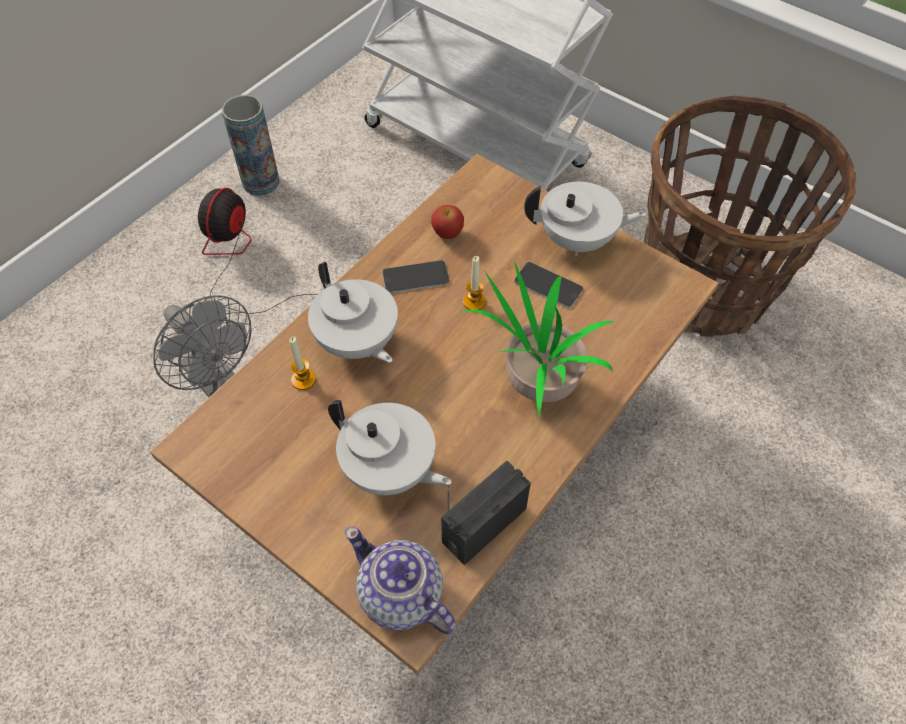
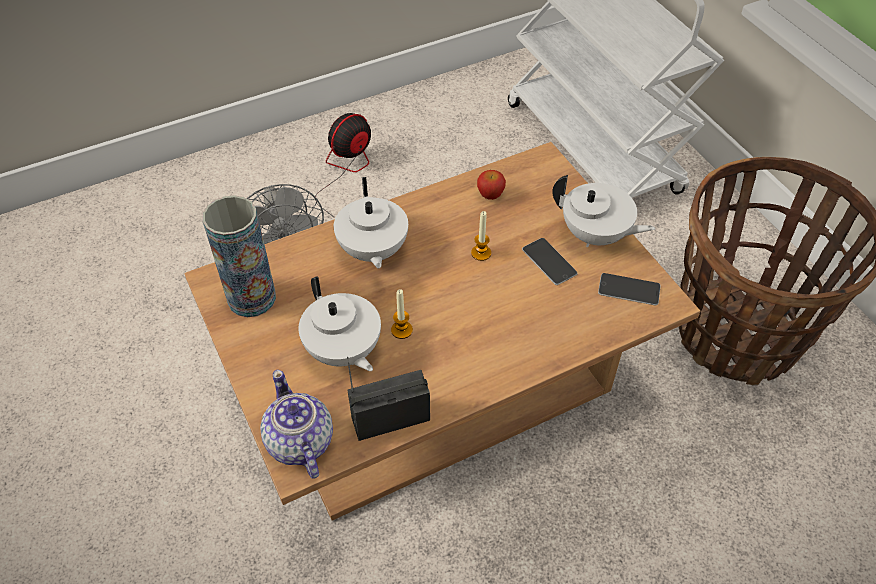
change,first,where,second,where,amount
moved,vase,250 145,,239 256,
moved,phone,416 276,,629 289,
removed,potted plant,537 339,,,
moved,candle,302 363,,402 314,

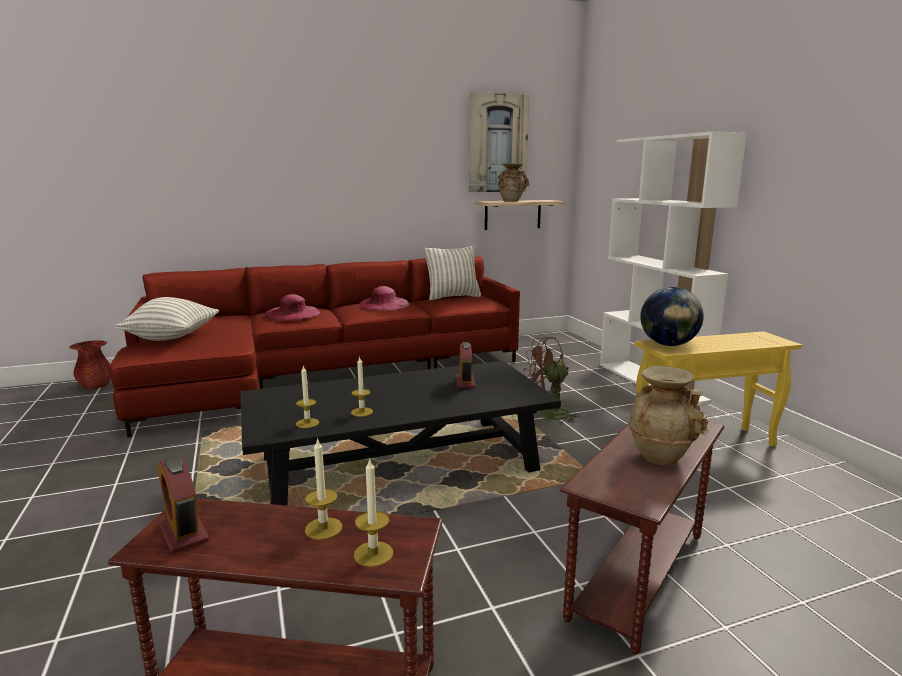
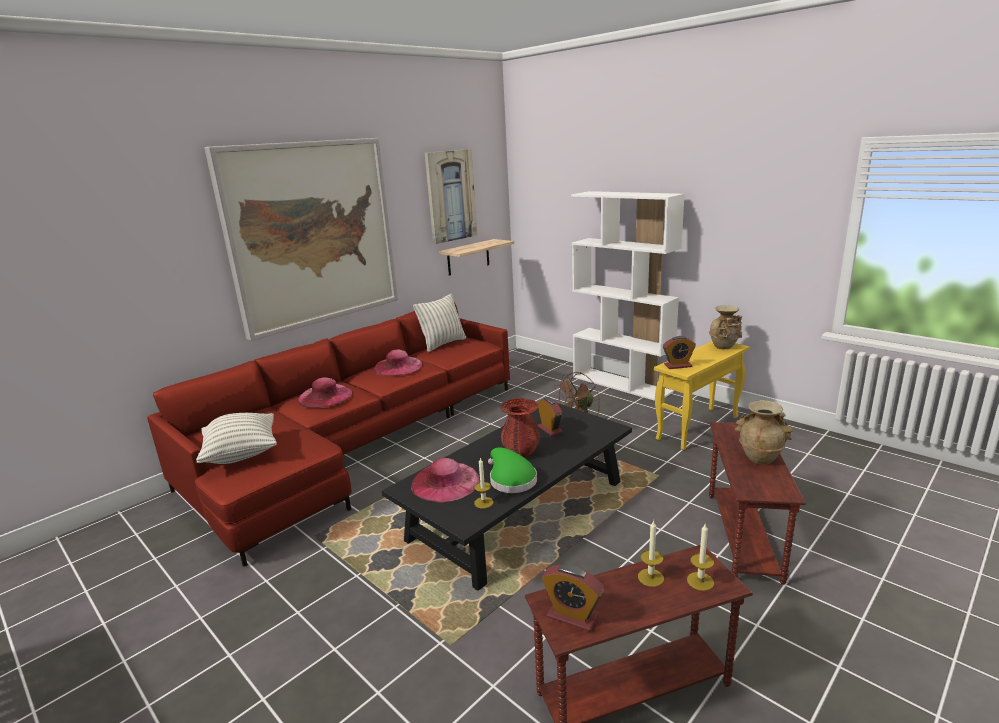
change,first,where,second,where,amount
moved,vase in beige,513 182,,726 327,
replaced,globe,672 316,alarm clock,679 352,
moved,vase in red,90 364,,520 427,
replaced,candle,362 386,hat in green,512 470,
added,,,picture,301 239,
added,,,hat in pink,445 480,

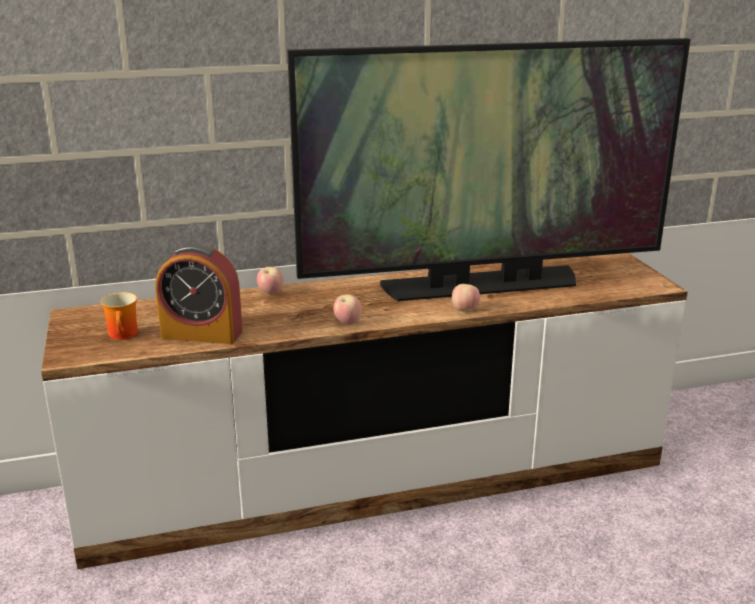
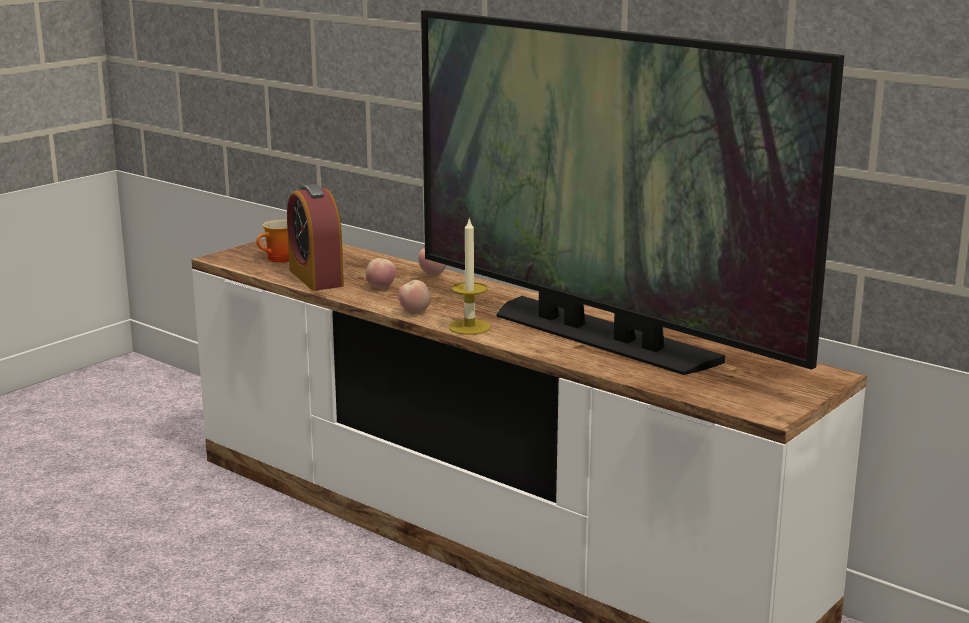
change,first,where,second,where,amount
moved,apple,466 297,,381 273,
added,,,candle,470 276,

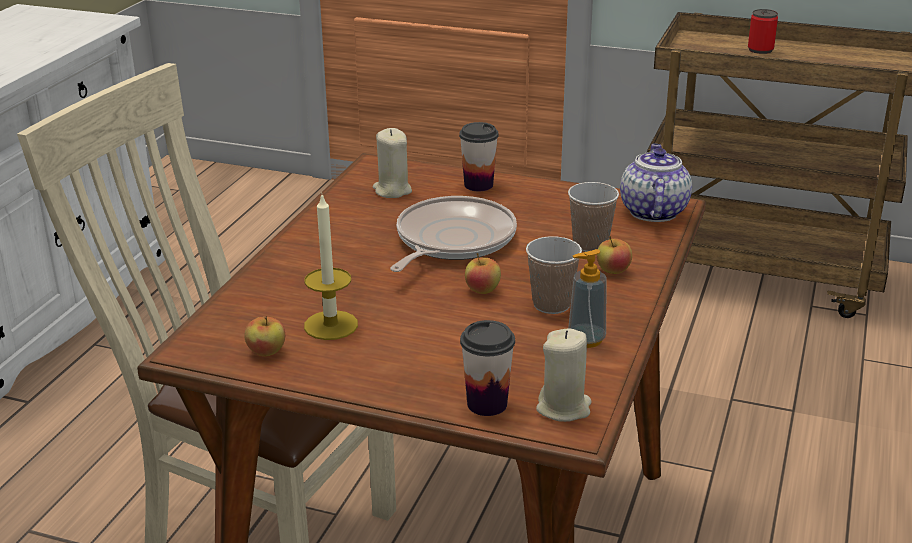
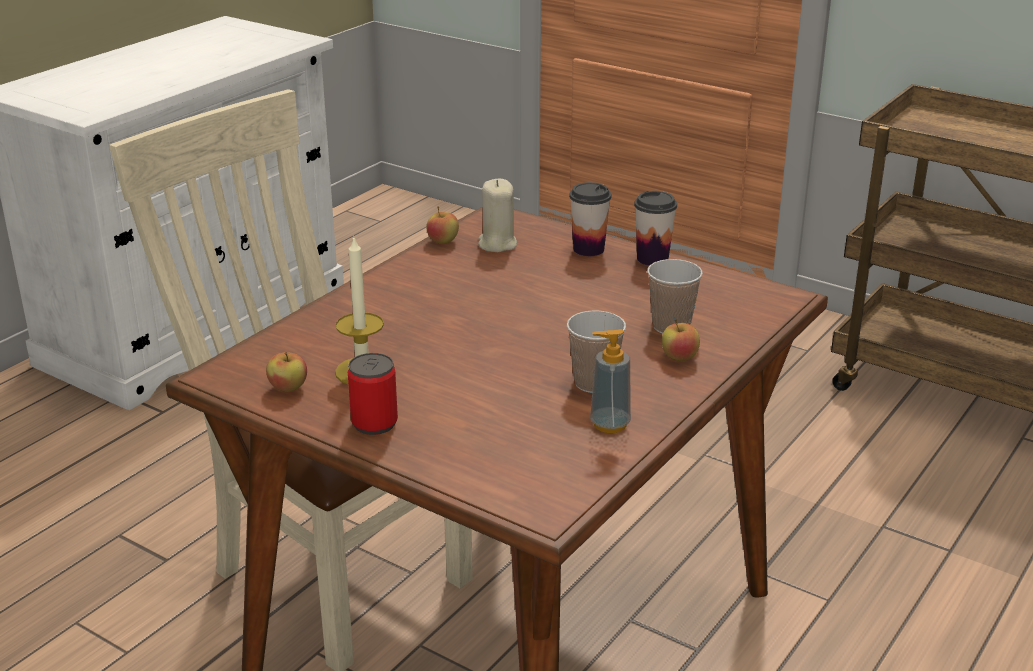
change,first,where,second,where,amount
moved,can,763 31,,373 394,
removed,teapot,656 182,,,
removed,frying pan,453 234,,,
moved,apple,483 273,,442 225,
moved,cup,487 368,,655 228,
removed,candle in beige,564 375,,,

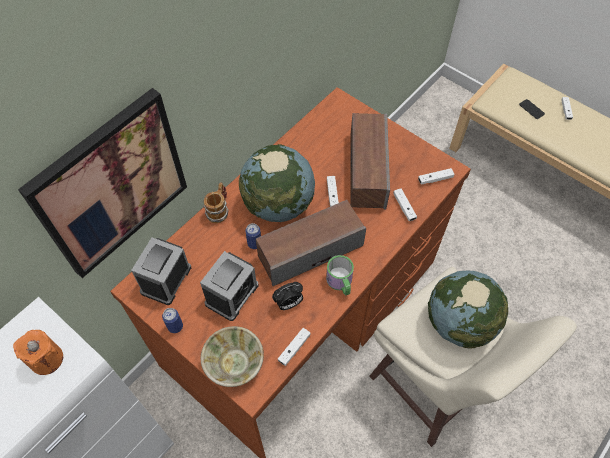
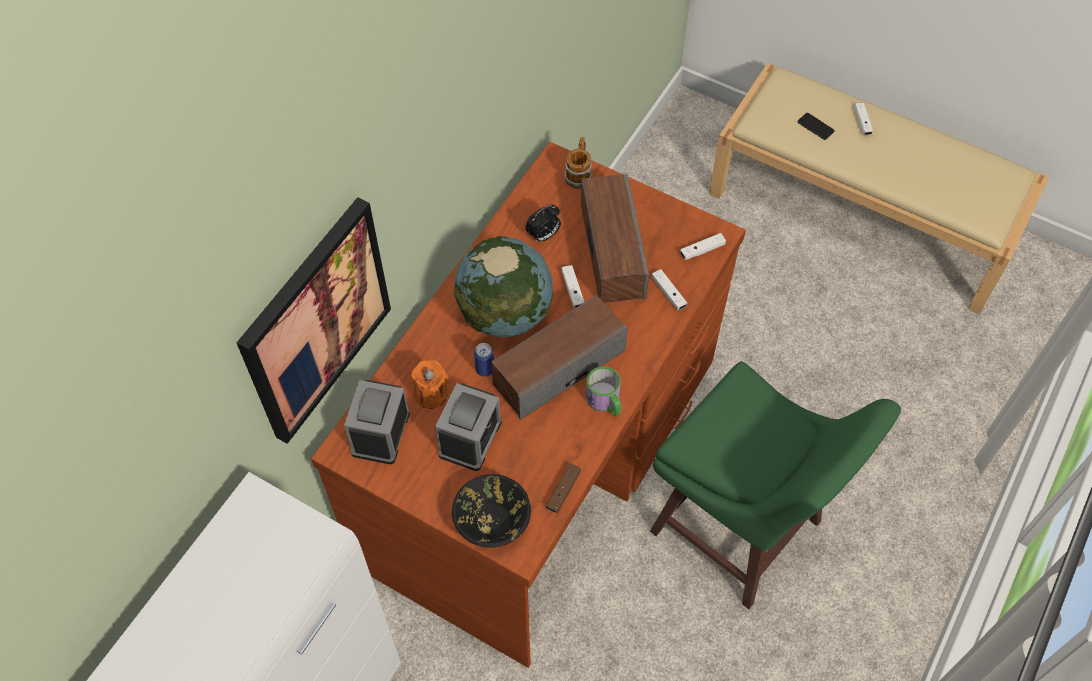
change,first,where,second,where,amount
moved,mug,216 202,,578 163,
recoloured,stool in beige,473 357,stool in green,775 485,
removed,globe,468 310,,,
moved,alarm clock,287 296,,543 223,
removed,can,172 320,,,
recoloured,bowl in beige,232 356,bowl in black,491 511,
recoloured,game controller in white,294 347,game controller in brown,563 488,
moved,candle in orange,38 352,,430 384,

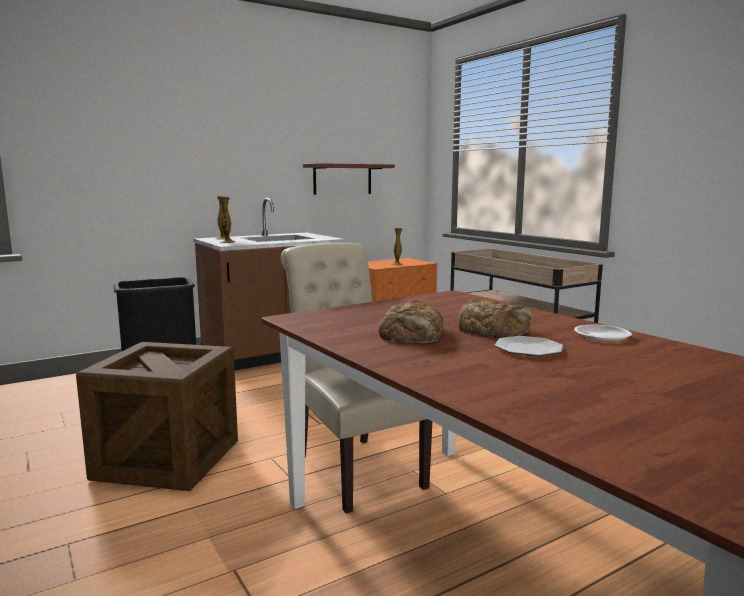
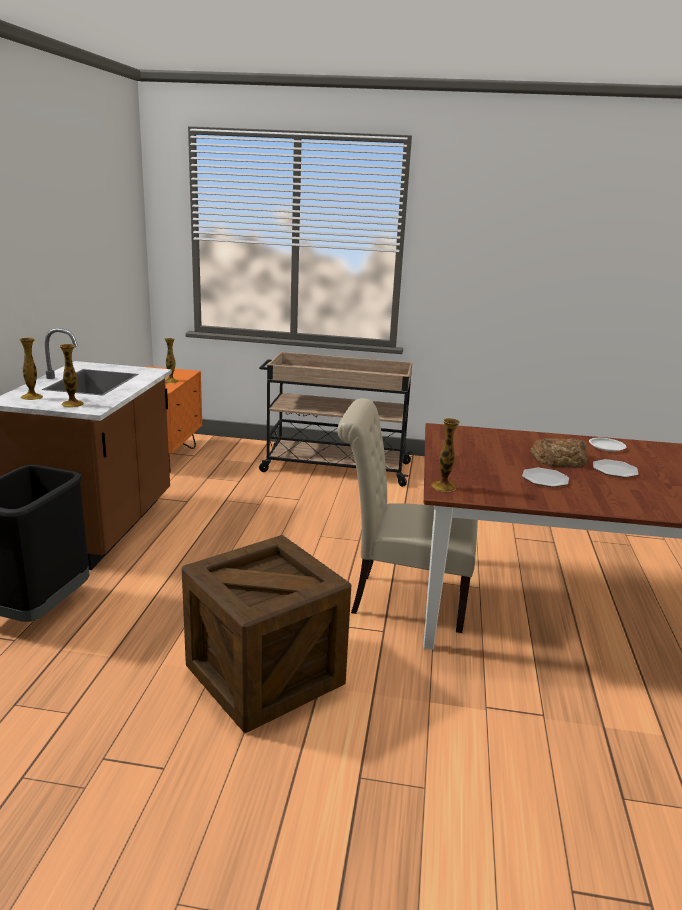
change,first,where,second,where,amount
removed,shelf in brown,349 179,,,
replaced,bread,411 321,plate,545 477,
added,,,vase,446 455,

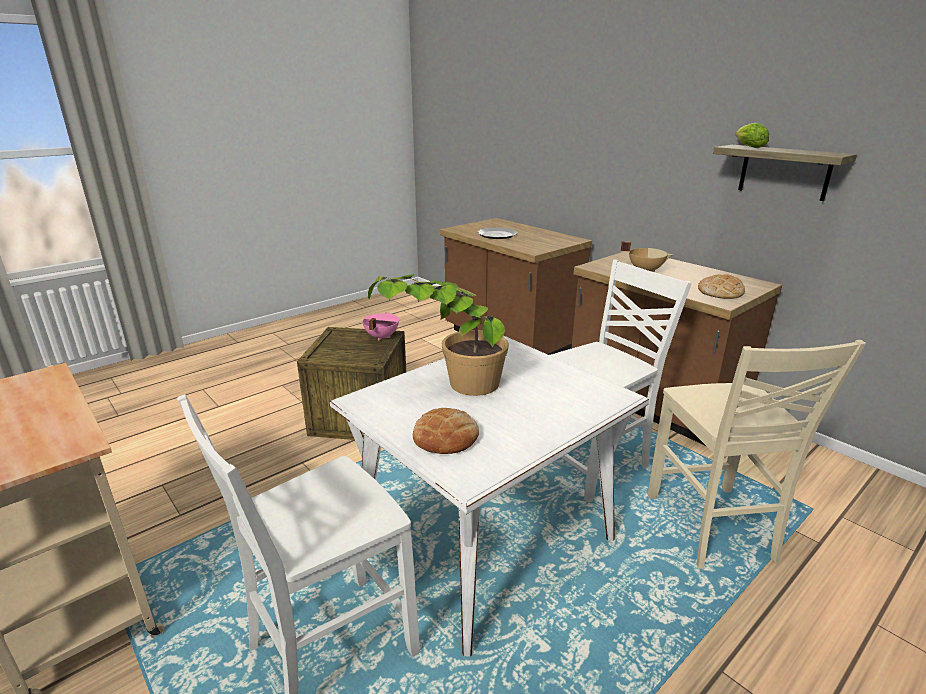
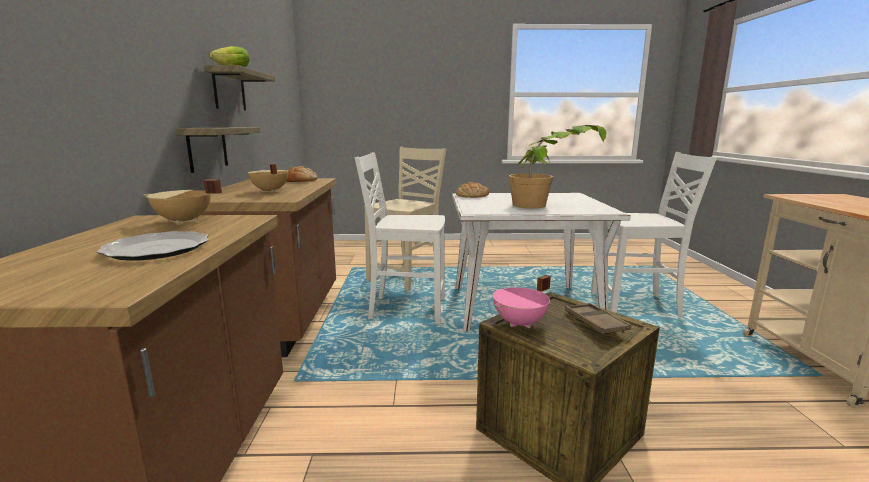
change,first,where,second,where,amount
moved,bread,446 431,,472 190,
added,,,shelf,218 150,
added,,,cooking pot in beige,182 202,
added,,,tray in brown,598 319,

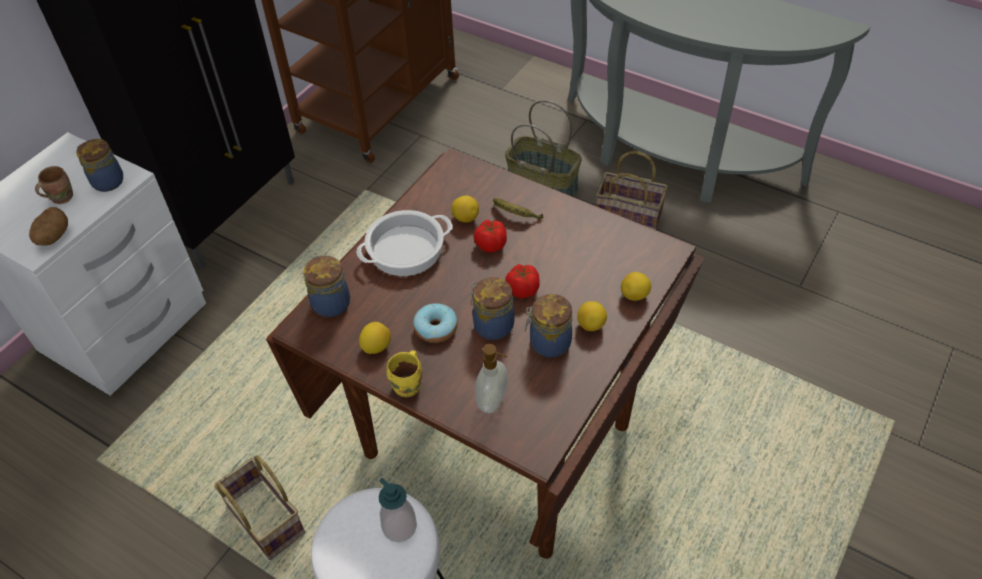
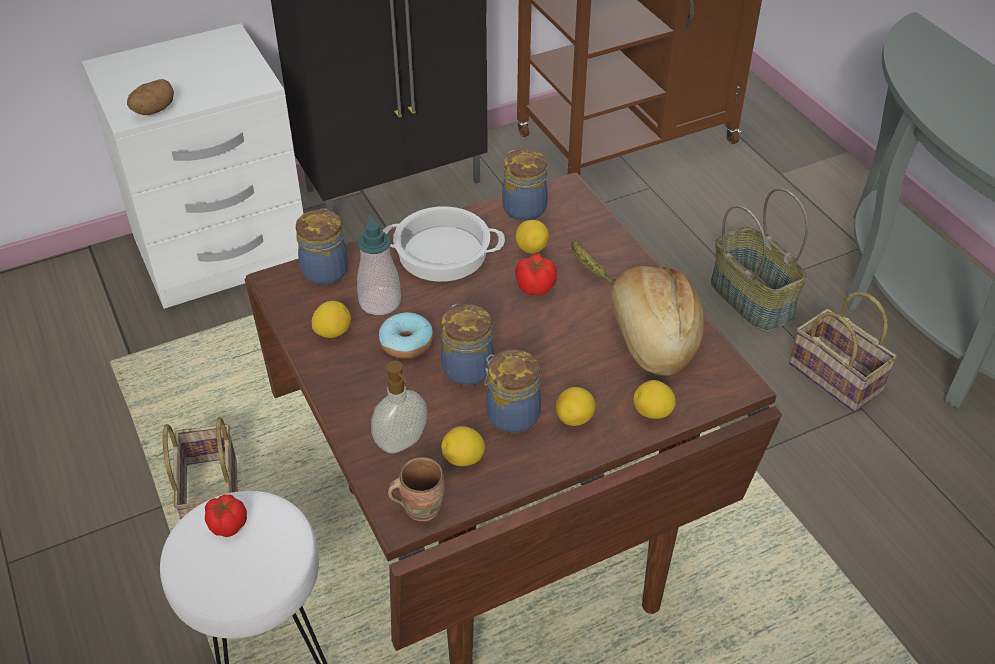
change,first,where,second,where,amount
moved,jar,99 165,,525 185,
moved,mug in brown,54 185,,416 489,
moved,tomato,522 281,,226 515,
removed,mug in yellow,404 373,,,
moved,soap dispenser,398 510,,379 265,
added,,,bread,657 321,
added,,,lemon,463 446,

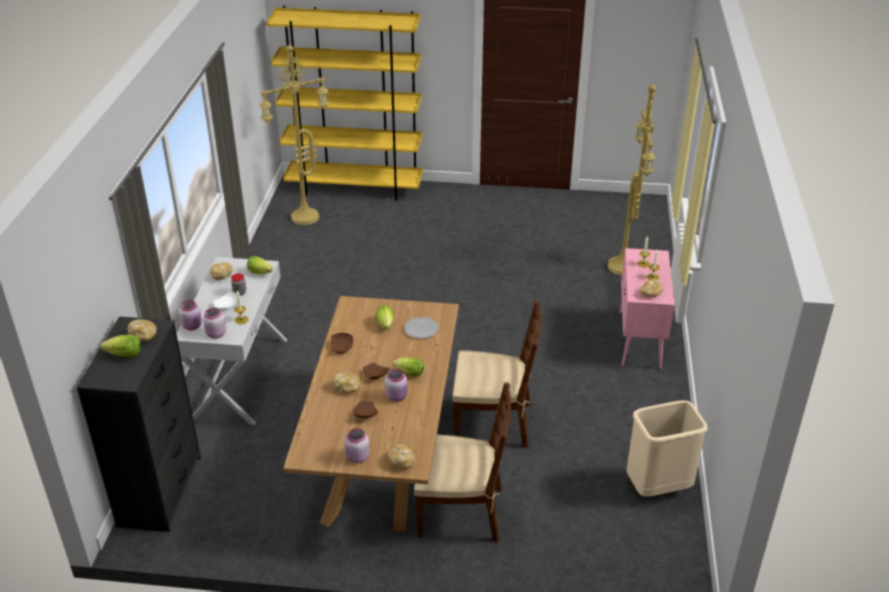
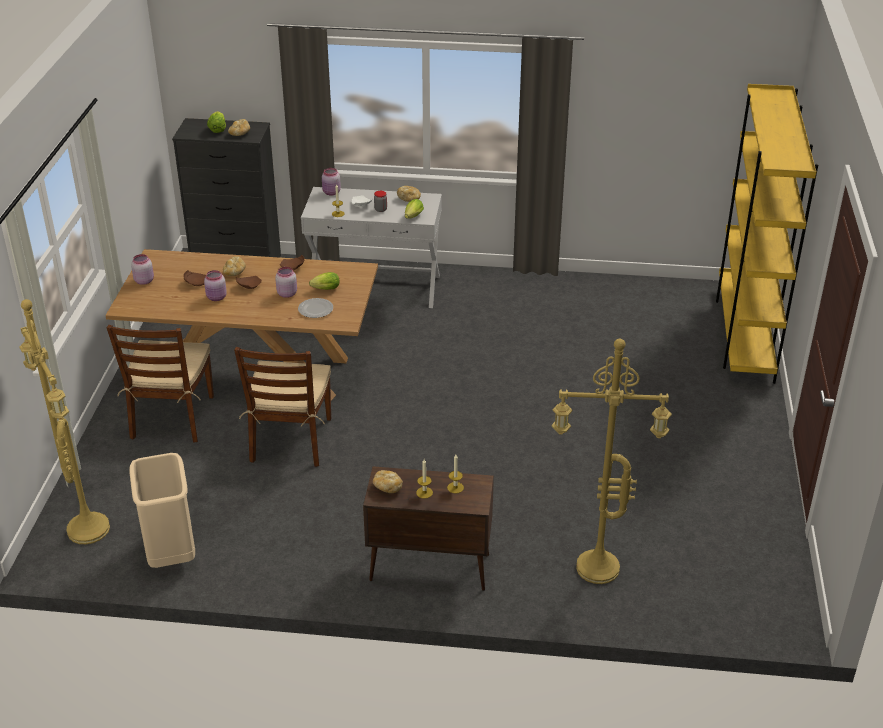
change,first,where,second,where,amount
moved,floor lamp in yellow,294 135,,64 421,
recoloured,cabinet in pink,647 308,cabinet in brown,428 528,
moved,jar in pink,214 323,,286 282,
removed,lettuce,408 366,,,
removed,bread,401 457,,,

